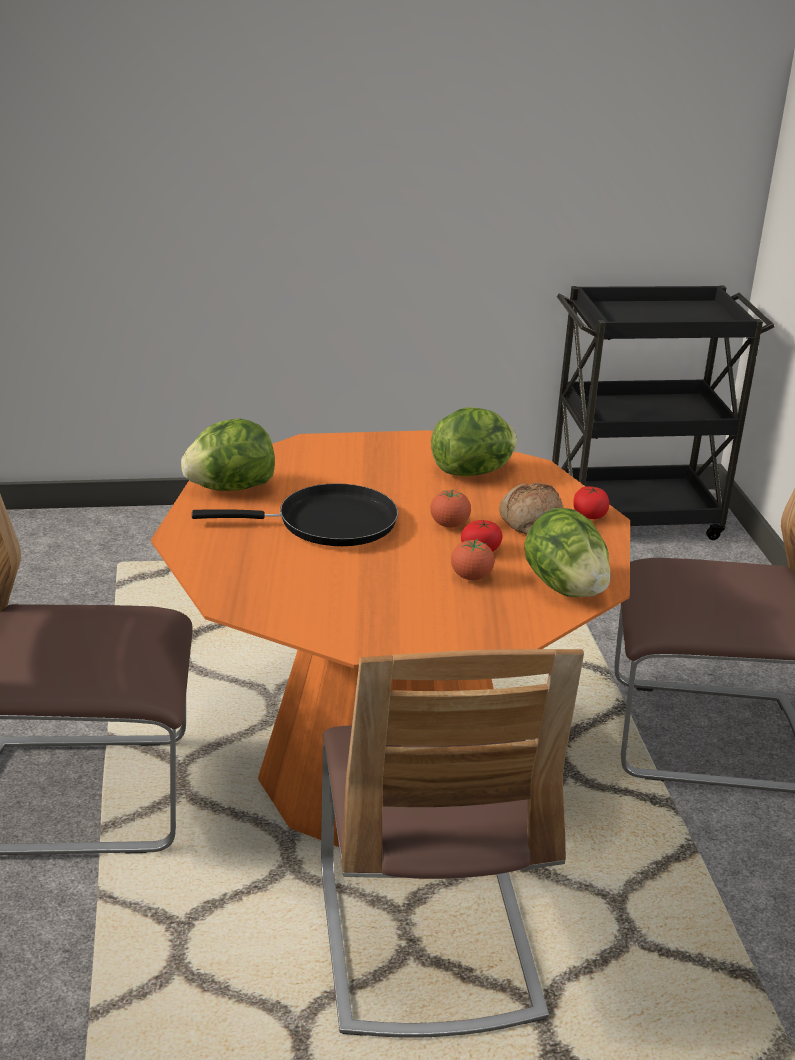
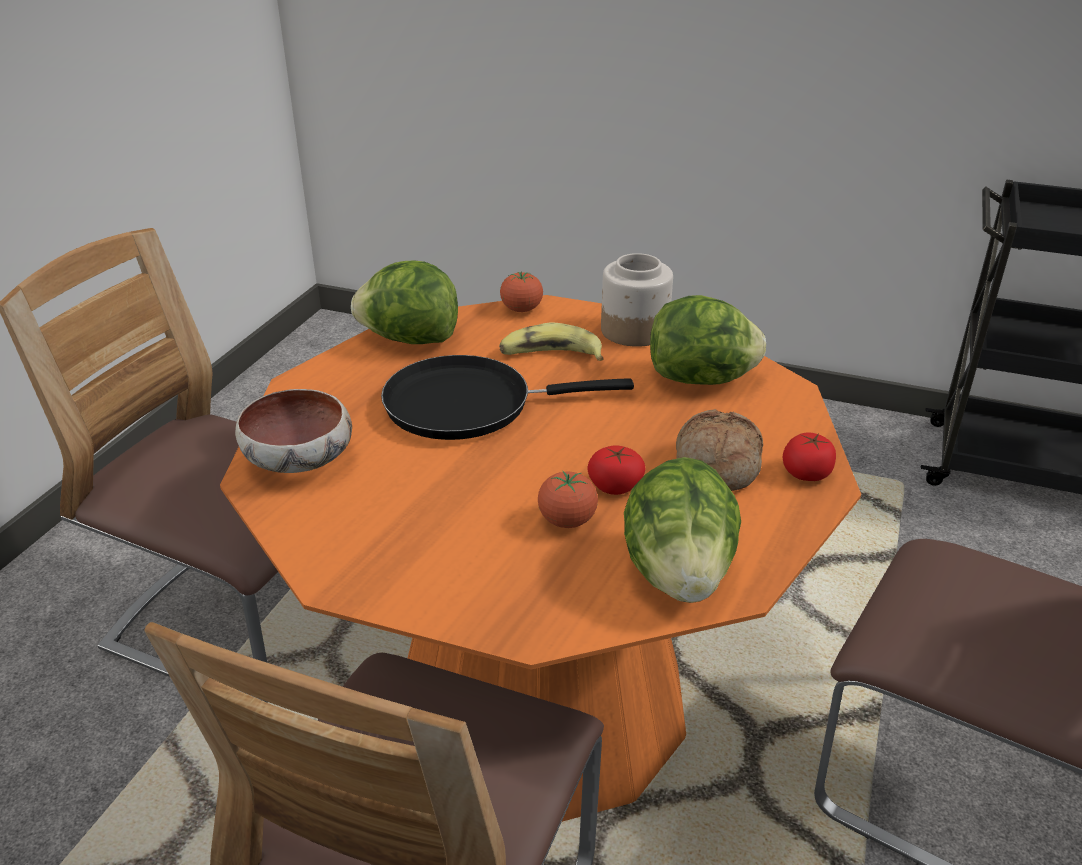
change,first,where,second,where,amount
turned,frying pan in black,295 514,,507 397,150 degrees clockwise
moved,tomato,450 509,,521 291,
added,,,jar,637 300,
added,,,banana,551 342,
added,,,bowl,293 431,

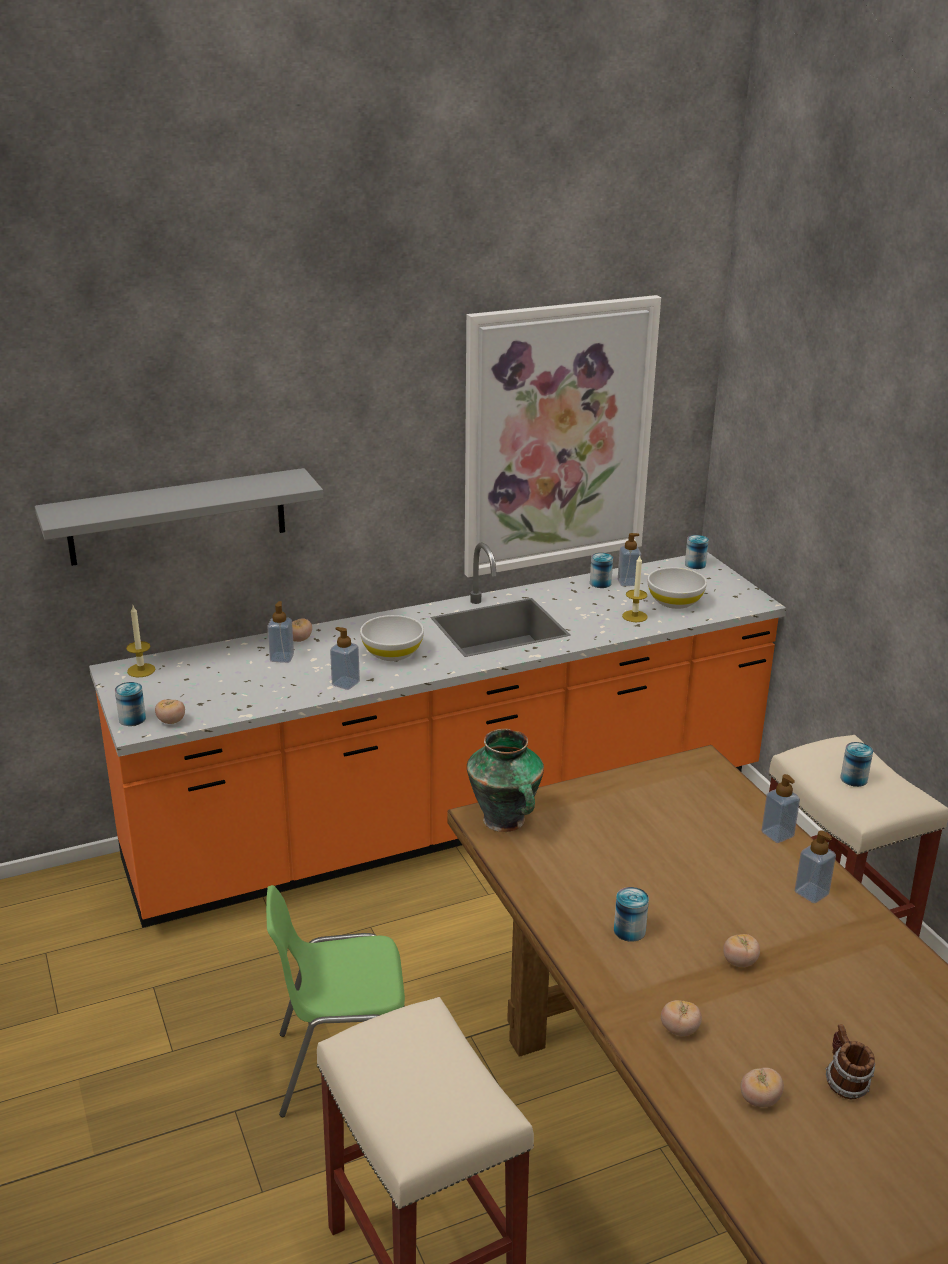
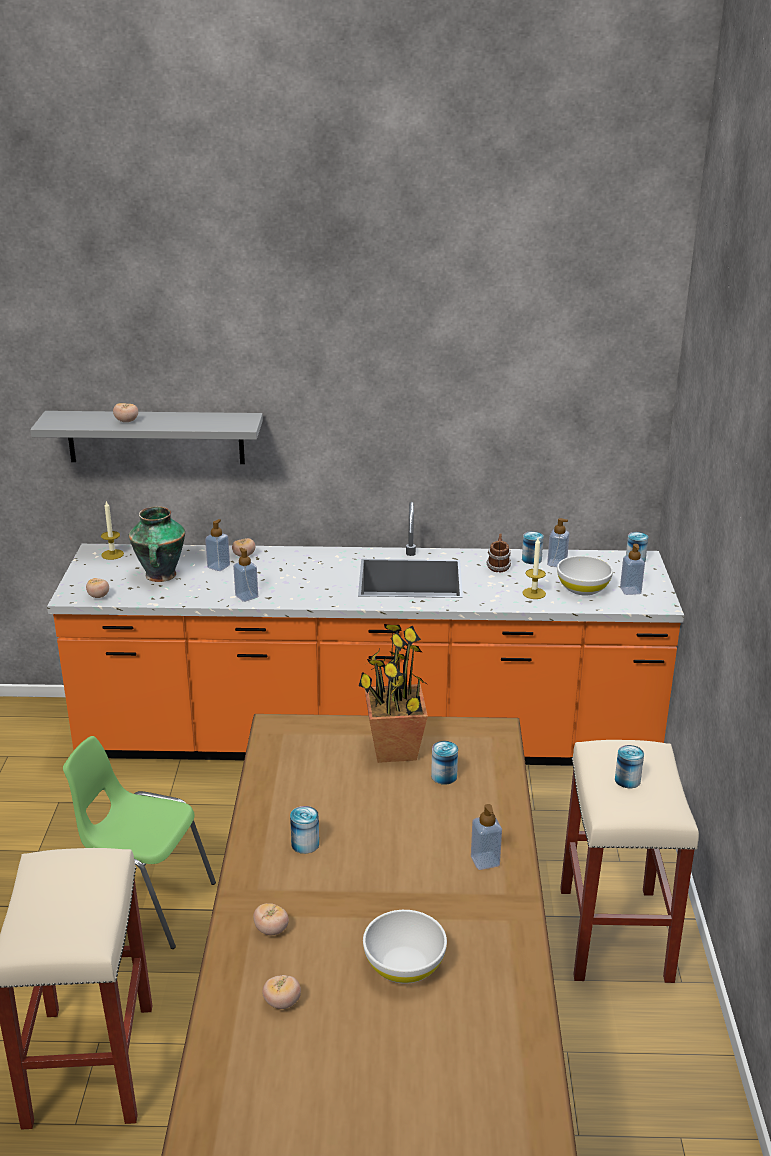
change,first,where,second,where,amount
removed,picture,562 436,,,
moved,bowl in white,392 638,,405 947,
moved,can,130 704,,444 763,
moved,vase,505 780,,157 544,
moved,soap dispenser,780 808,,632 569,
moved,tomato,741 950,,125 412,
moved,mug,850 1061,,498 552,
added,,,potted plant,393 693,

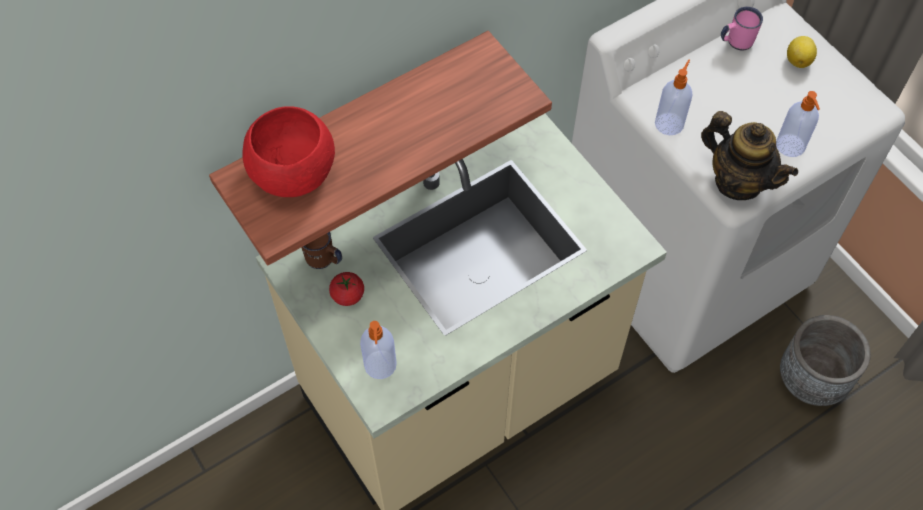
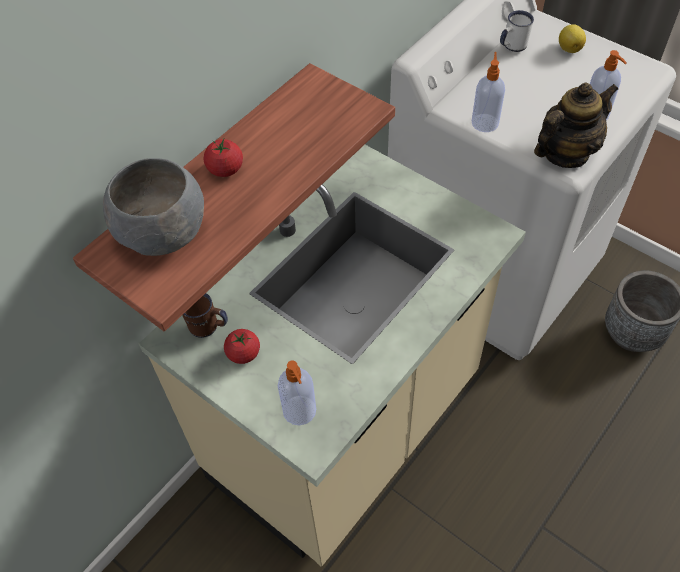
change,first,where,second,where,amount
recoloured,mug in pink,742 28,mug in white,517 31,
recoloured,bowl in red,289 151,bowl in grey,153 207,
turned,teapot,749 155,,576 125,60 degrees counterclockwise
added,,,tomato,223 158,

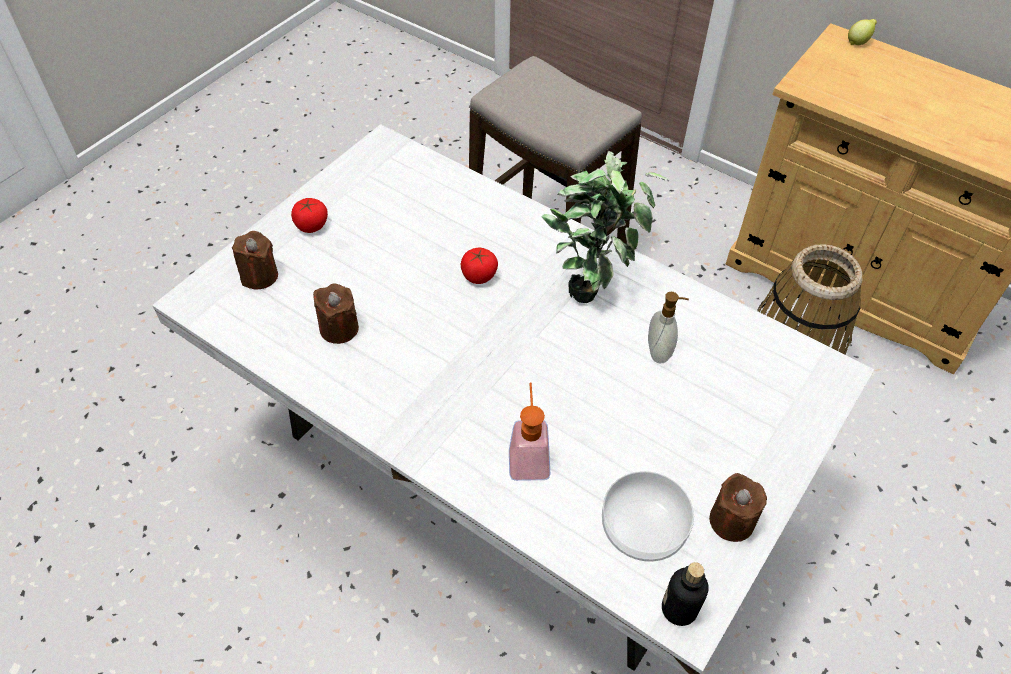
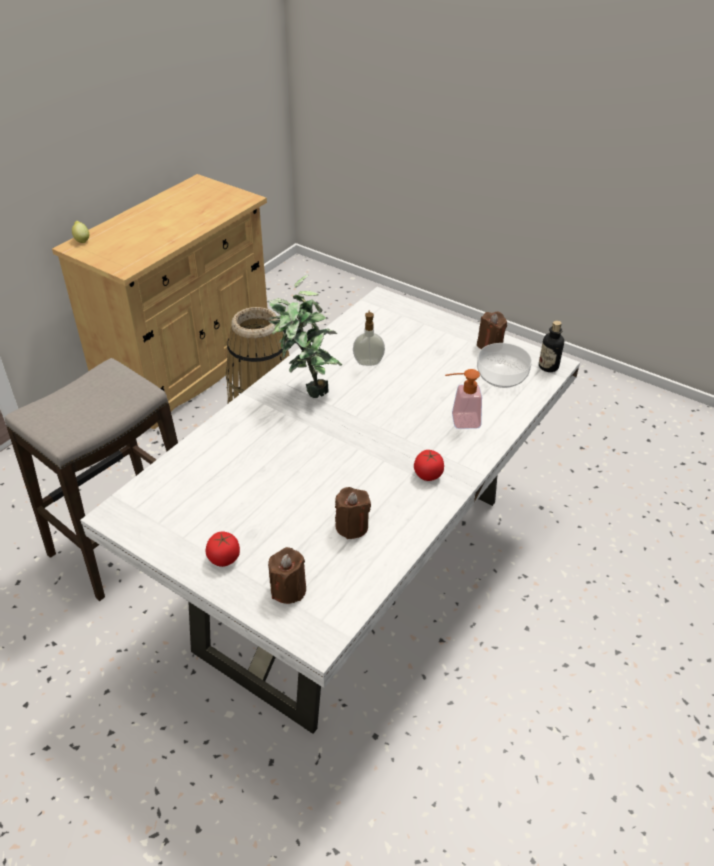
change,first,where,second,where,amount
moved,tomato,479 265,,429 465,

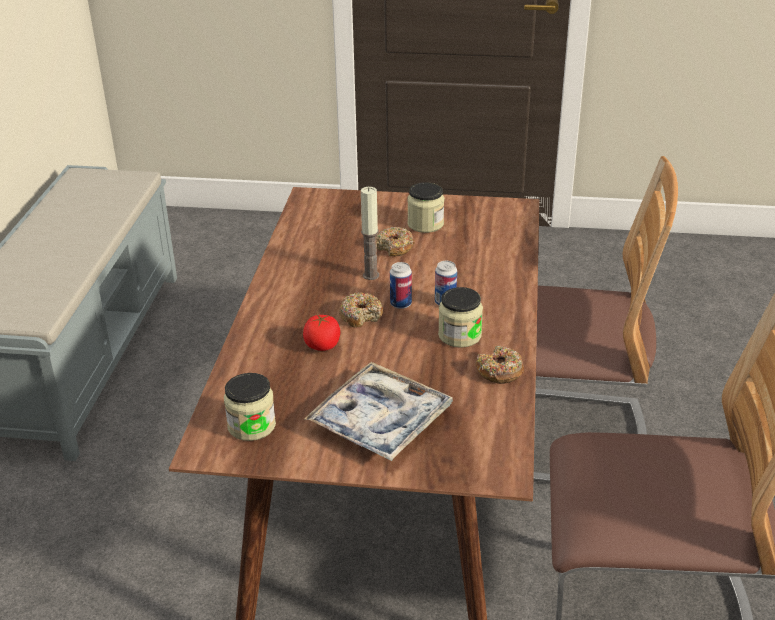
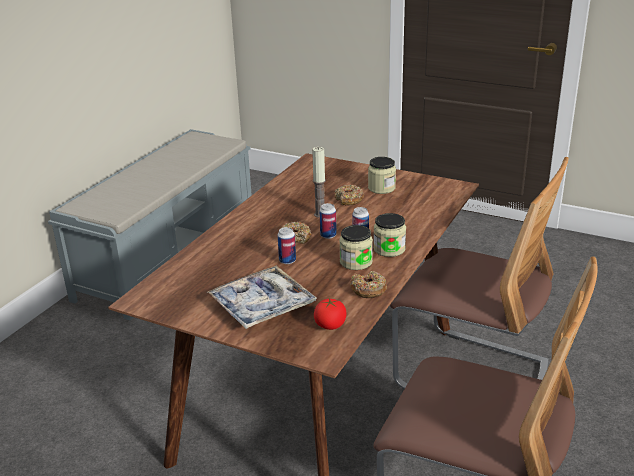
change,first,where,second,where,amount
moved,tomato,321 332,,330 314,
moved,jar,250 407,,390 235,
added,,,can,286 245,

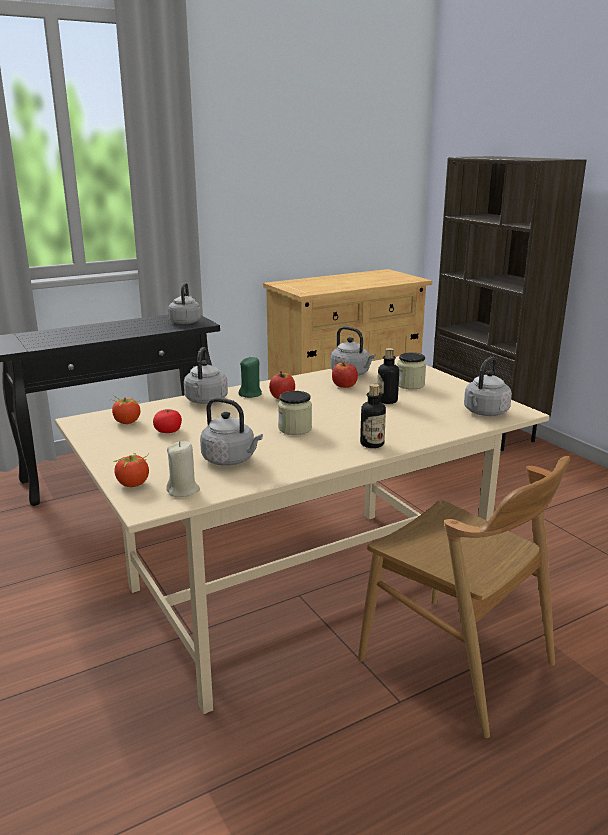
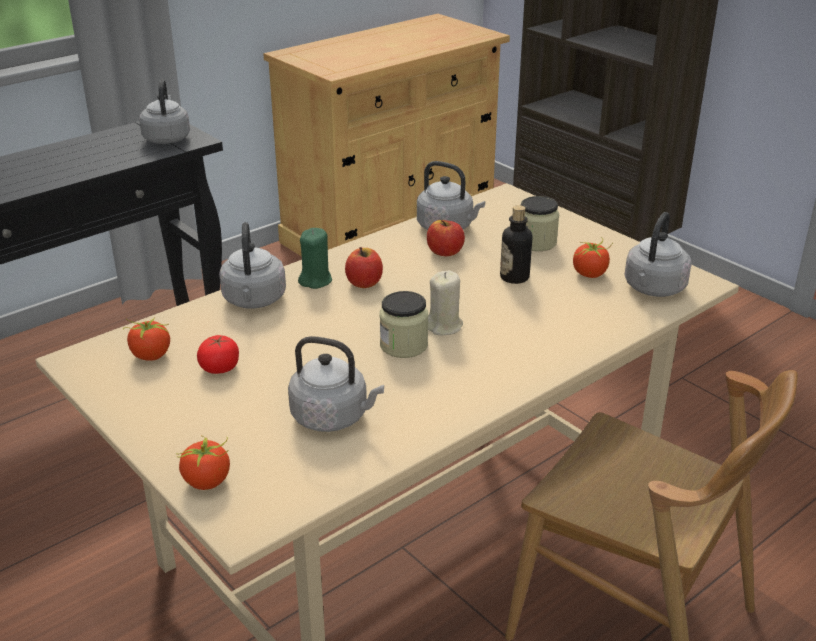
change,first,where,second,where,amount
removed,bottle,373 416,,,
moved,candle in beige,183 469,,445 303,
added,,,tomato,593 257,

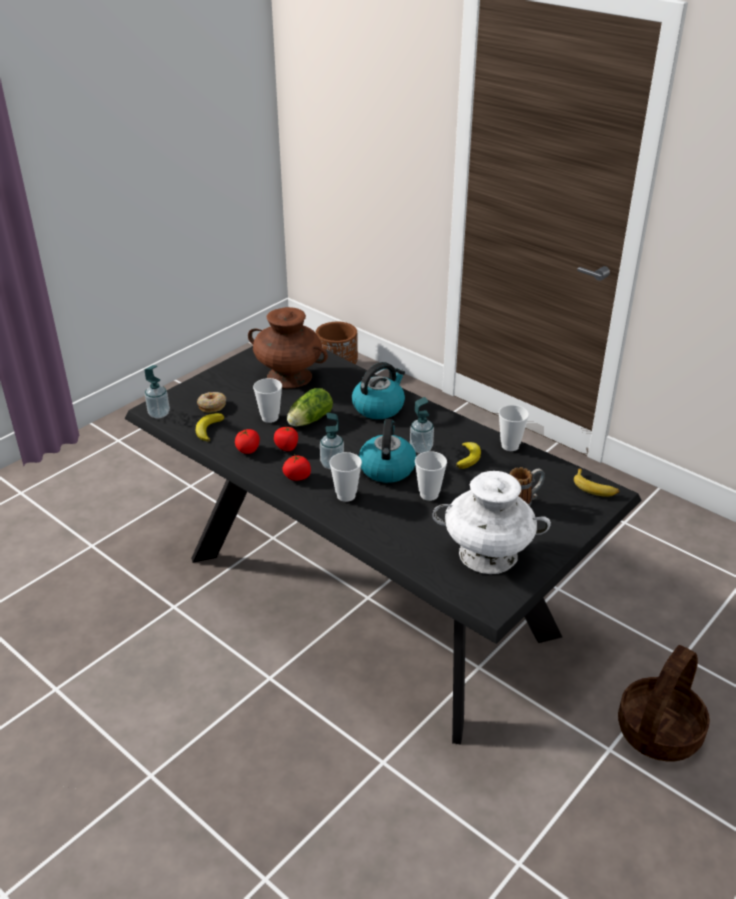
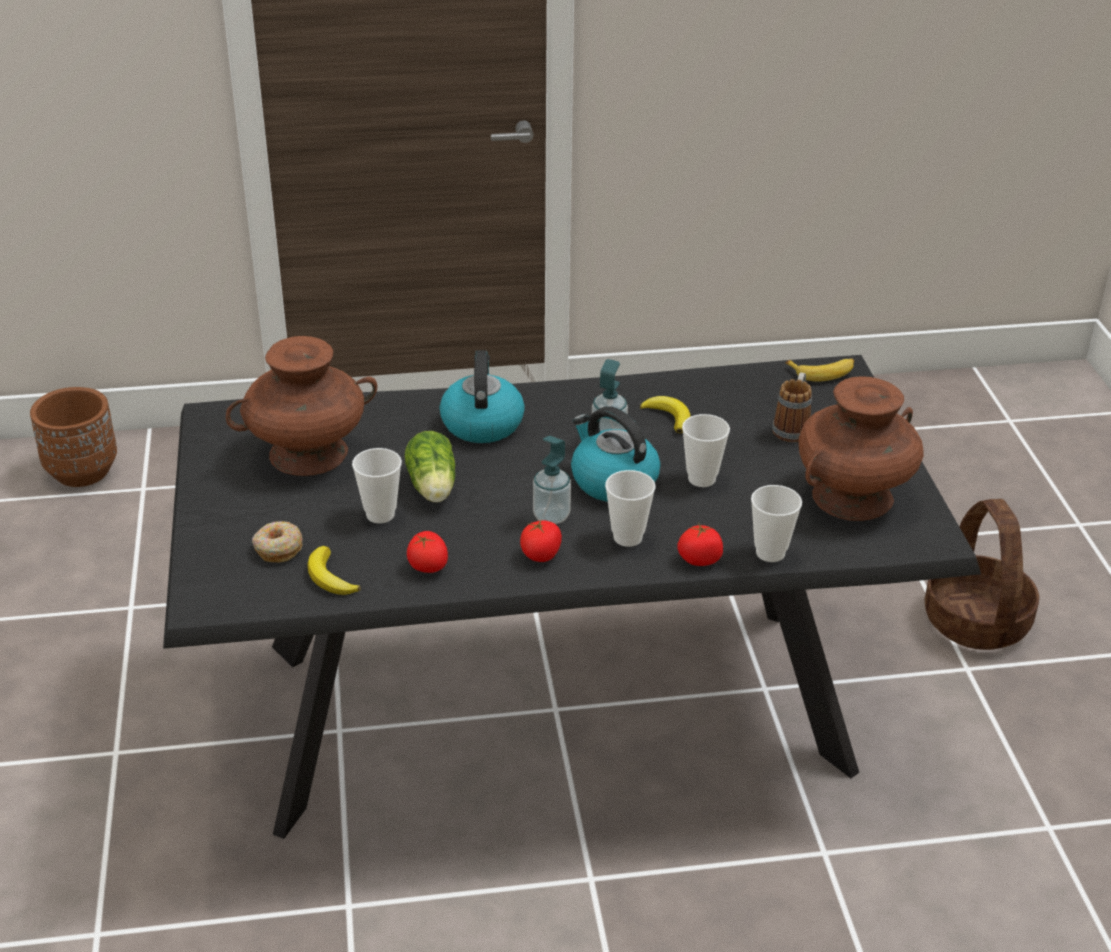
change,first,where,second,where,amount
removed,soap dispenser,157 392,,,
moved,cup,514 428,,776 523,
moved,tomato,286 438,,700 544,
recoloured,vase in white,491 522,vase in brown,861 448,

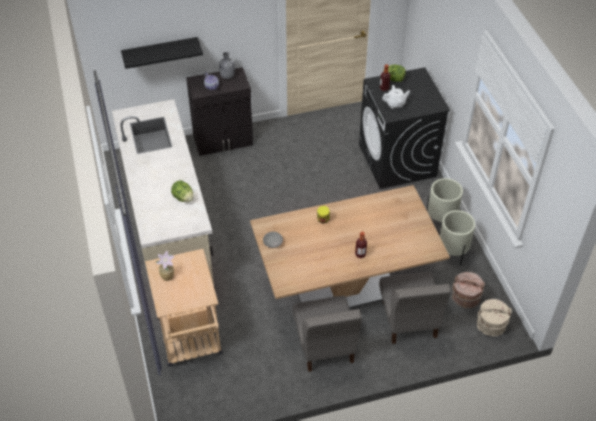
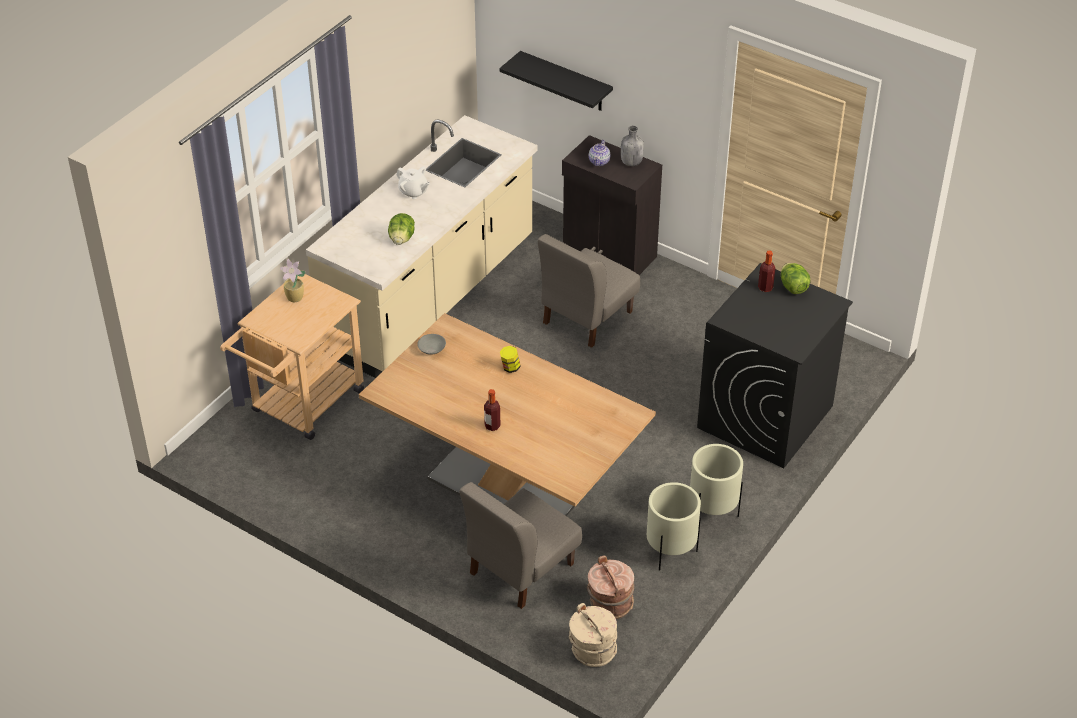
change,first,where,second,where,amount
moved,teapot in white,396 97,,413 182,
moved,chair in grey,327 334,,589 291,

